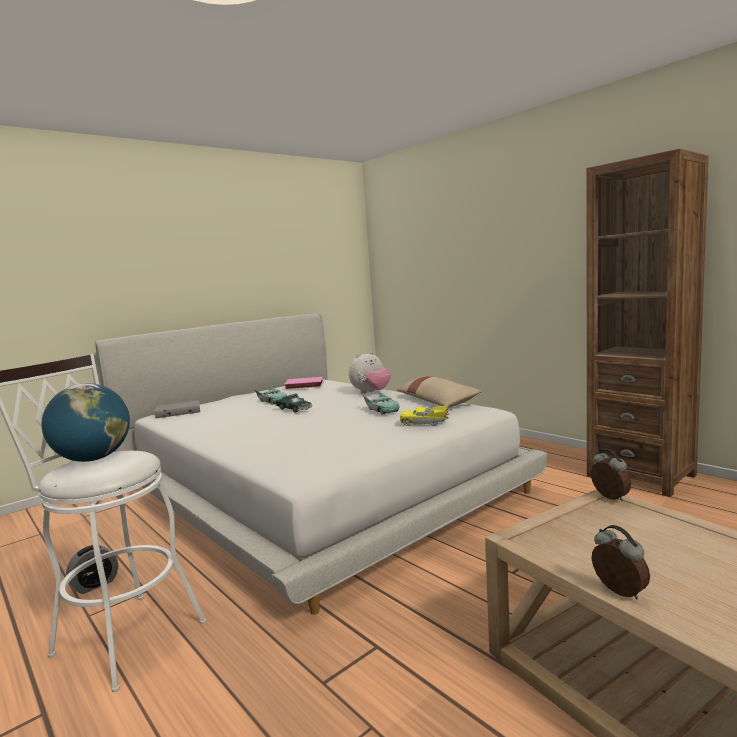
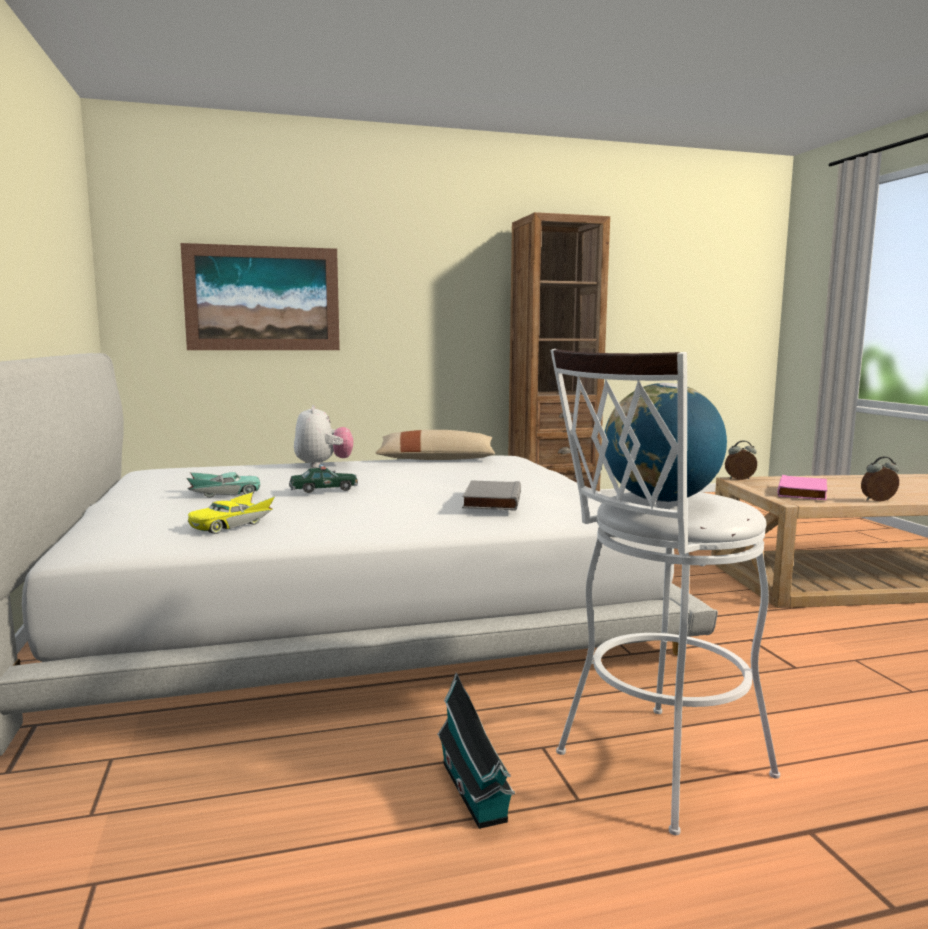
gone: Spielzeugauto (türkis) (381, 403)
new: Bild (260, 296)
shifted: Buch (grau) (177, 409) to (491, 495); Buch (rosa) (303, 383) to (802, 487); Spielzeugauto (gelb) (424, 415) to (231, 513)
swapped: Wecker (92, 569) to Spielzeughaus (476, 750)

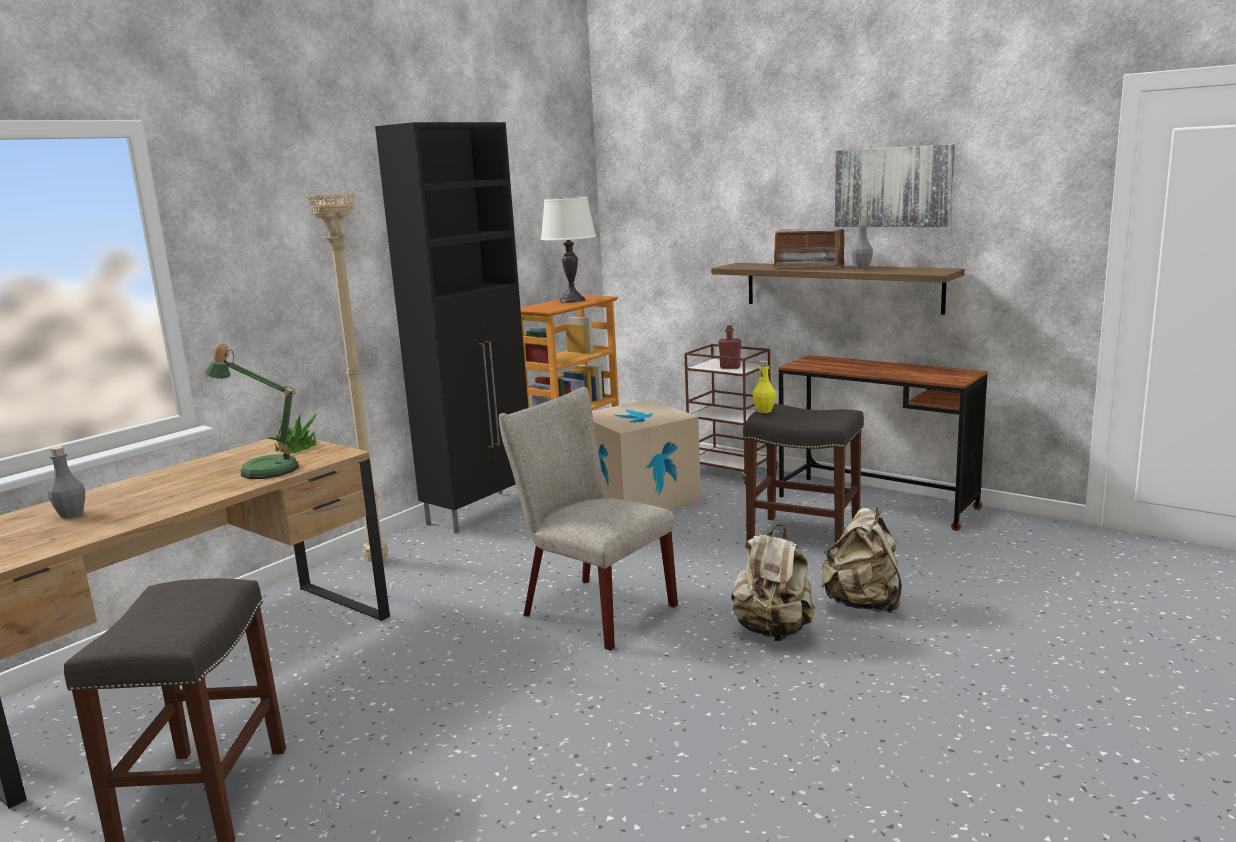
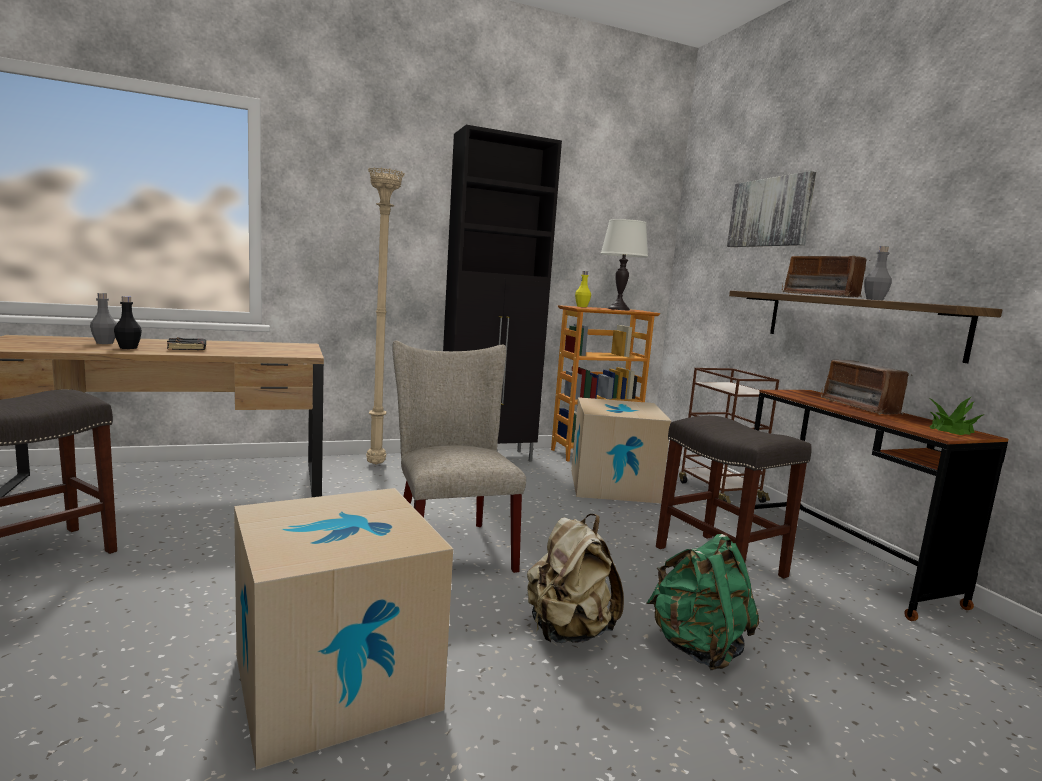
gone: Tischlampe (252, 411); Flasche (rot) (729, 347)
new: Flasche (schwarz) (128, 322); Buch (schwarz) (186, 343); Karton (343, 629); Radio (866, 387)
shifted: Topfpflanze (292, 433) to (957, 416); Flasche (gelb) (764, 387) to (583, 289); Bild (895, 185) to (771, 209)
repainted: Rucksack (beige) (861, 560) to Rucksack (grün) (702, 602)

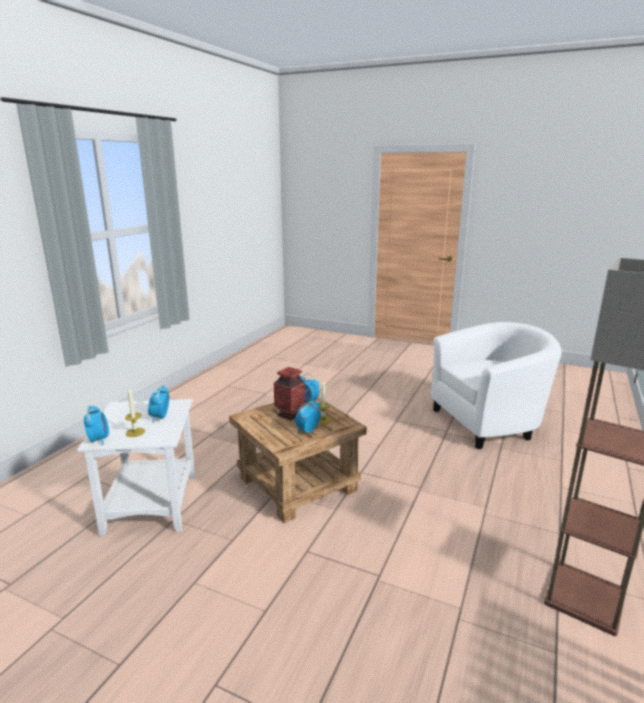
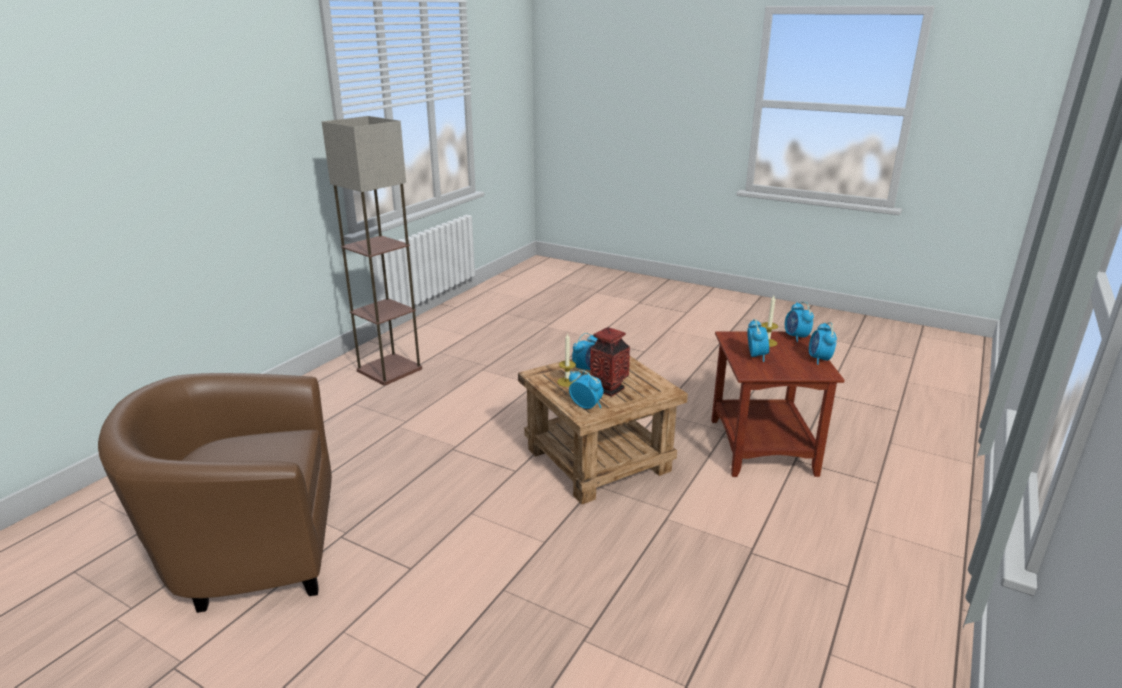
new: Wecker (823, 343)
repainted: Beistelltisch (weiß) (136, 468) to Beistelltisch (braun) (778, 404); Sessel (weiß) (496, 385) to Sessel (braun) (215, 493)

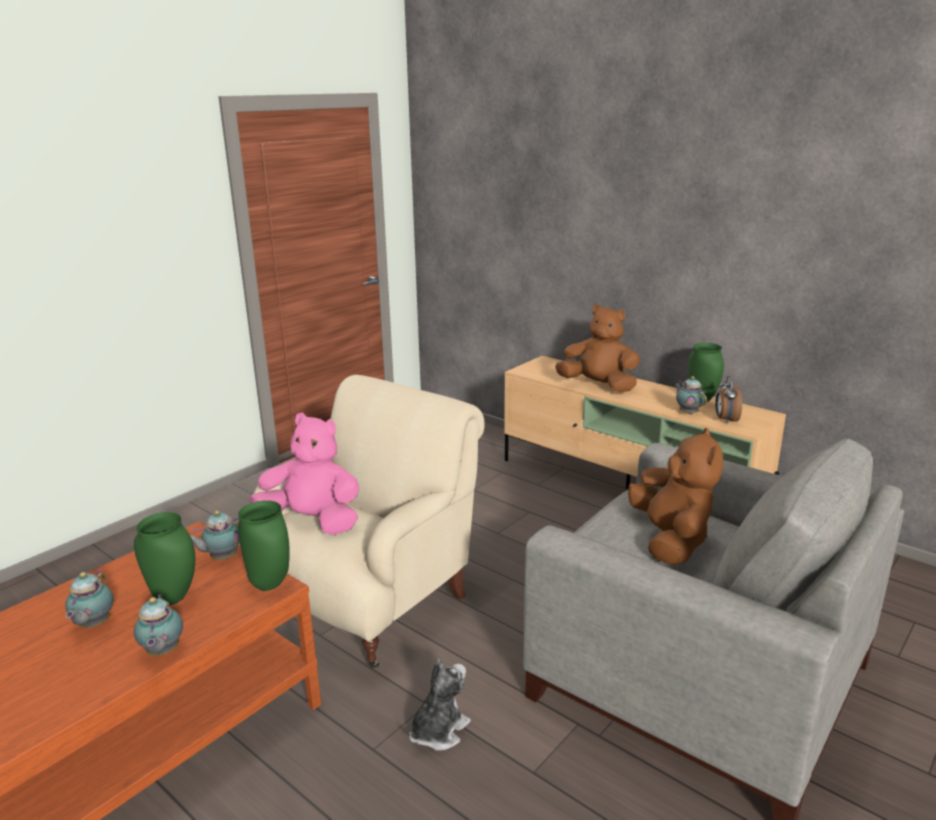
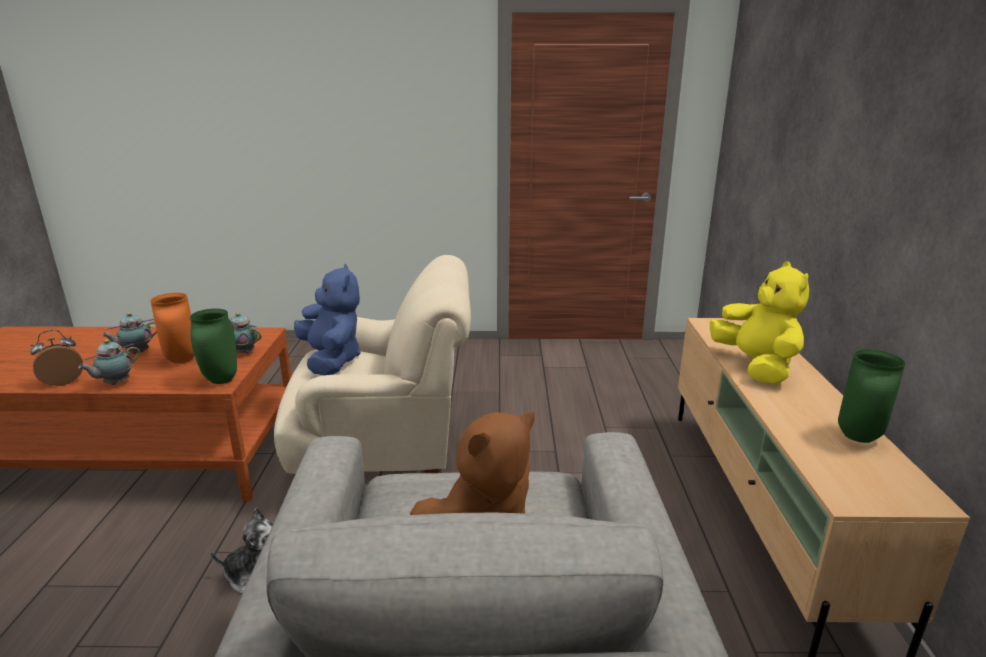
gone: Teekanne (690, 395)
shifted: Wecker (728, 400) to (56, 358)
repainted: Vase (grün) (164, 558) to Vase (orange) (172, 328); Plüschtier (rosa) (304, 474) to Plüschtier (blau) (327, 319); Plüschtier (braun) (597, 348) to Plüschtier (gelb) (759, 323)

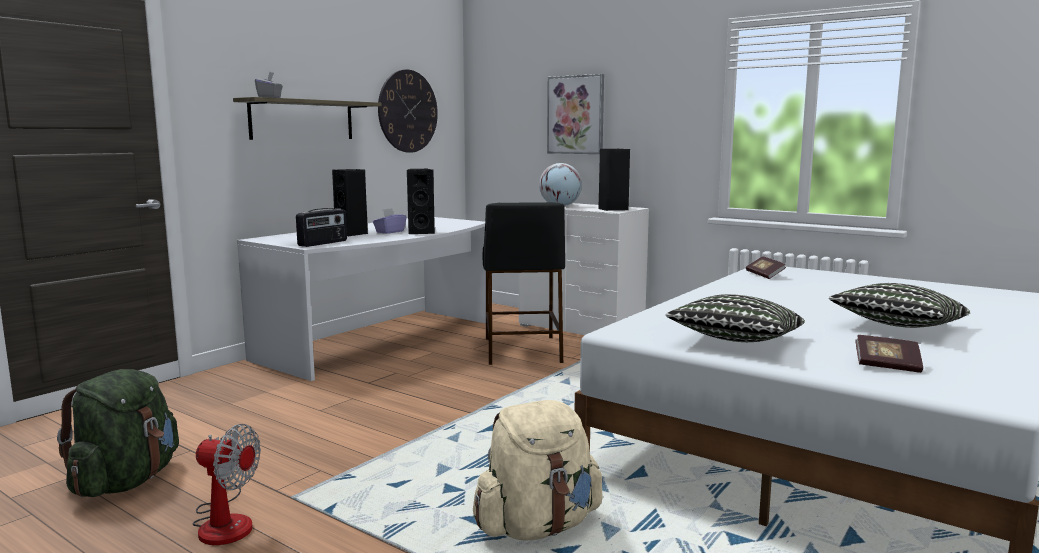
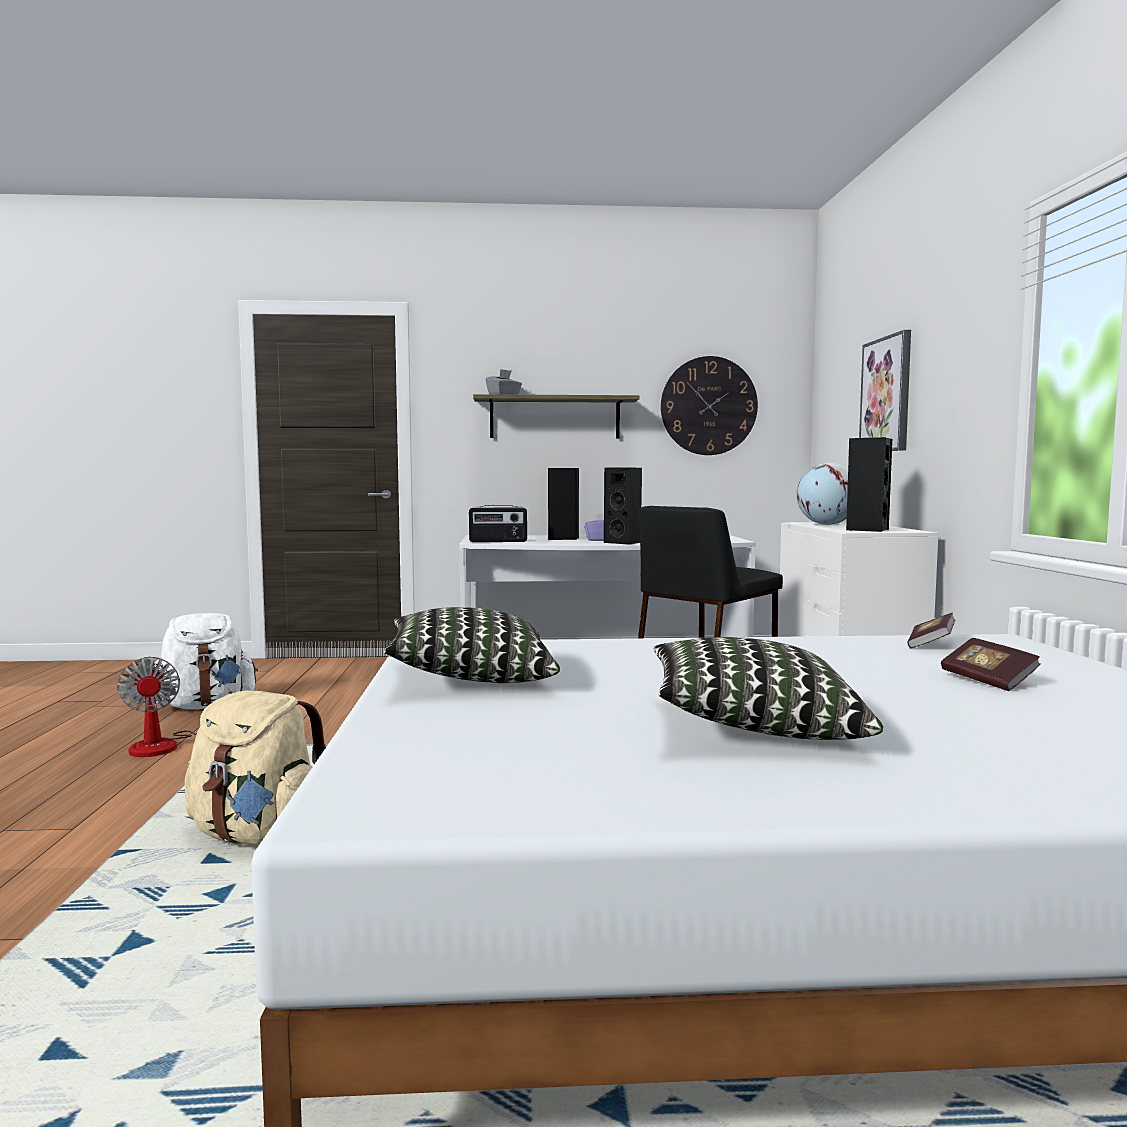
shifted: Buch (889, 354) to (990, 664)
repainted: Rucksack (grün) (118, 433) to Rucksack (weiß) (206, 661)

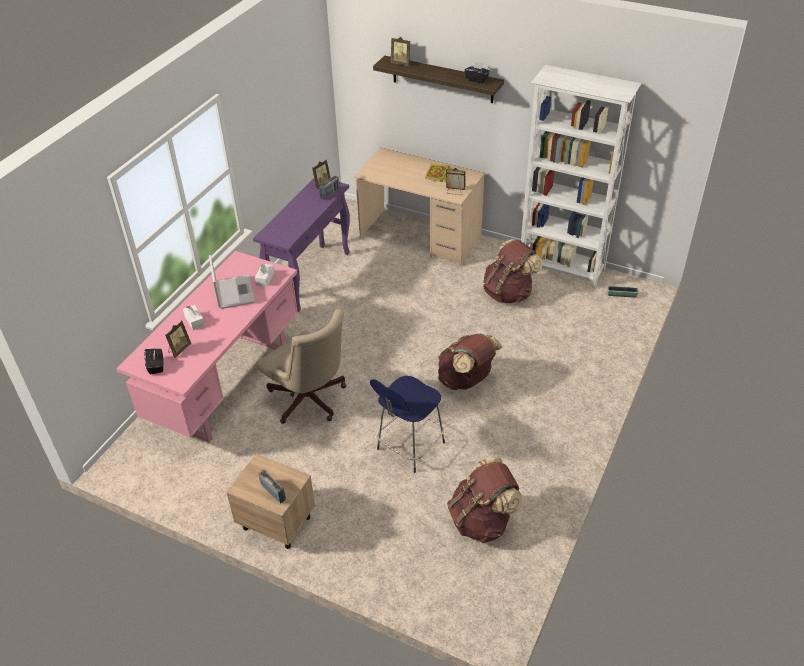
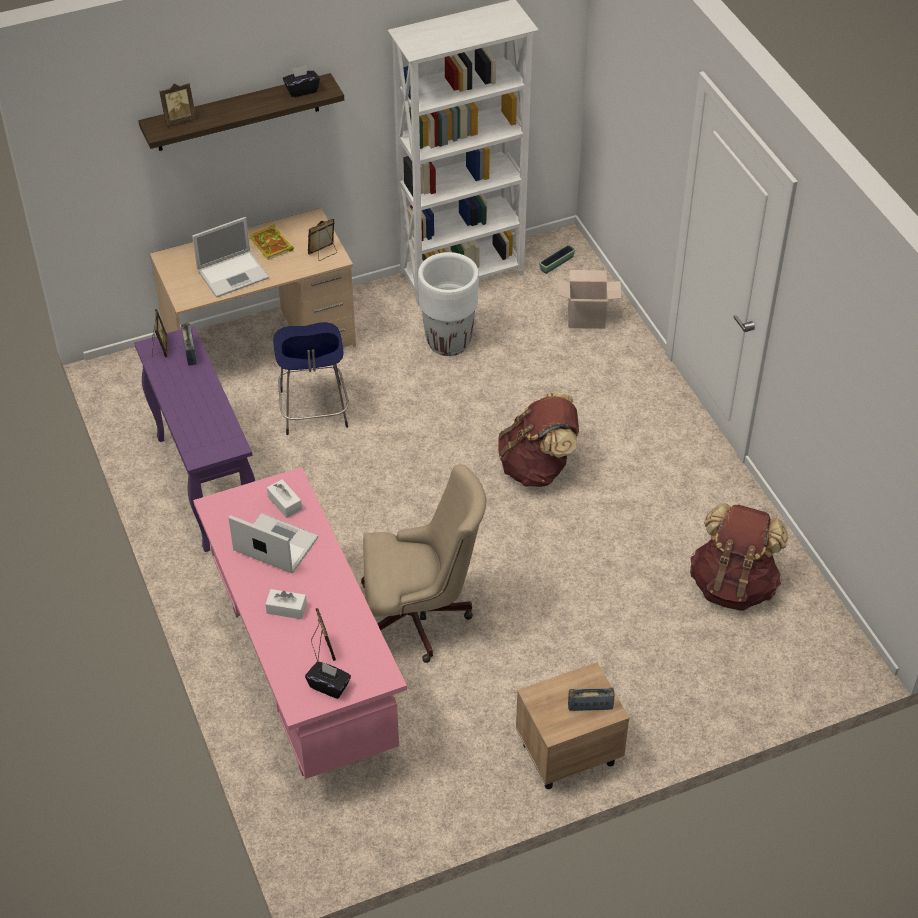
new: Laptop (230, 257); Karton (589, 299)
shifted: Hocker (blau) (407, 424) to (311, 378)
swapped: Rucksack (braun) (513, 271) to Pflanzkübel (weiß) (448, 304)

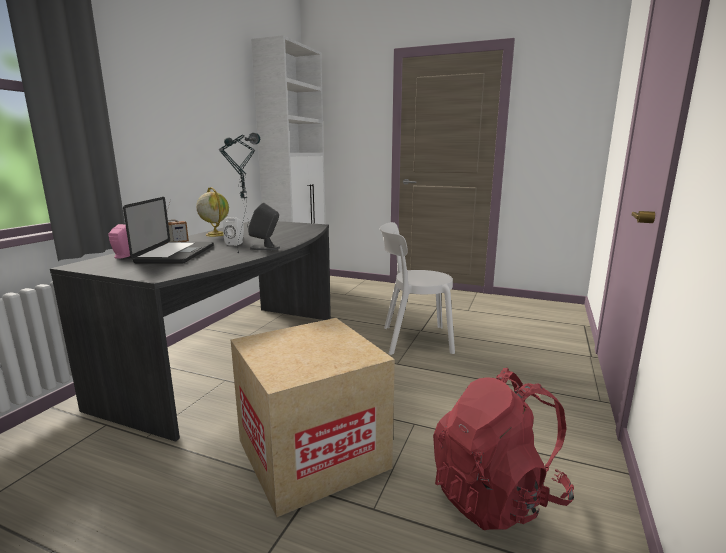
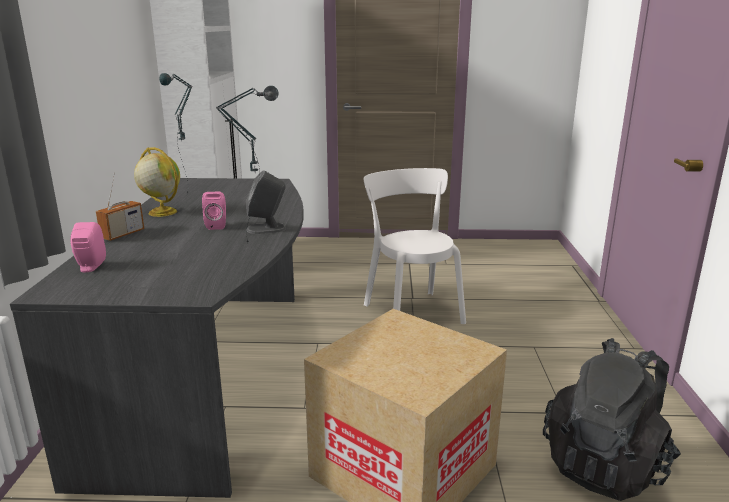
gone: Laptop (168, 230)
repainted: Lautsprecher (weiß) (233, 231) to Lautsprecher (rosa) (214, 211); Rucksack (rot) (503, 449) to Rucksack (schwarz) (612, 419)
rotated: Stuhl (weiß) (417, 288) = (415, 246) 90 degrees clockwise

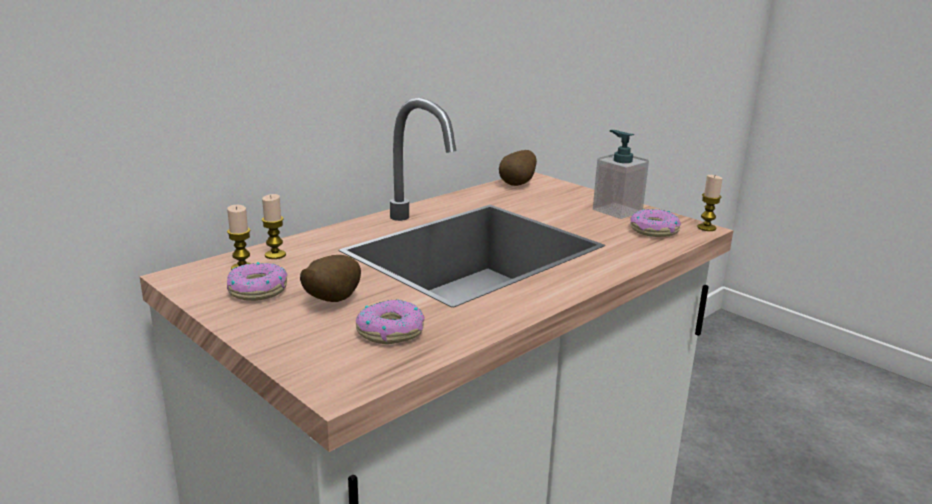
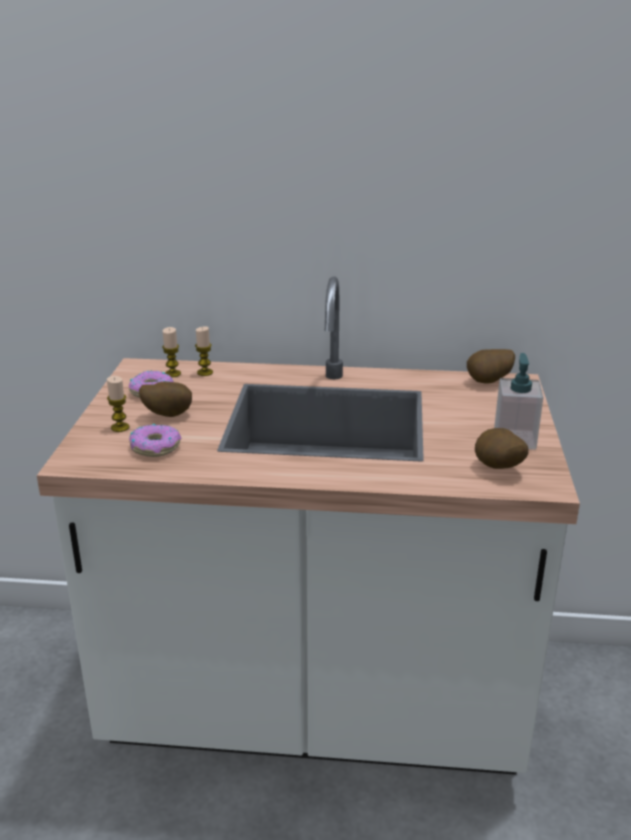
shifted: Kerze (710, 203) to (118, 404)
swapped: Donut (655, 223) to Kartoffel (502, 448)

